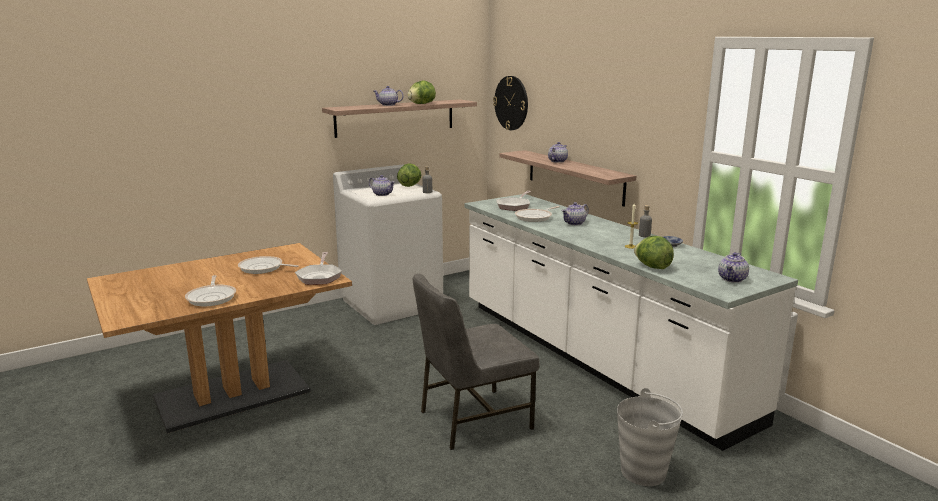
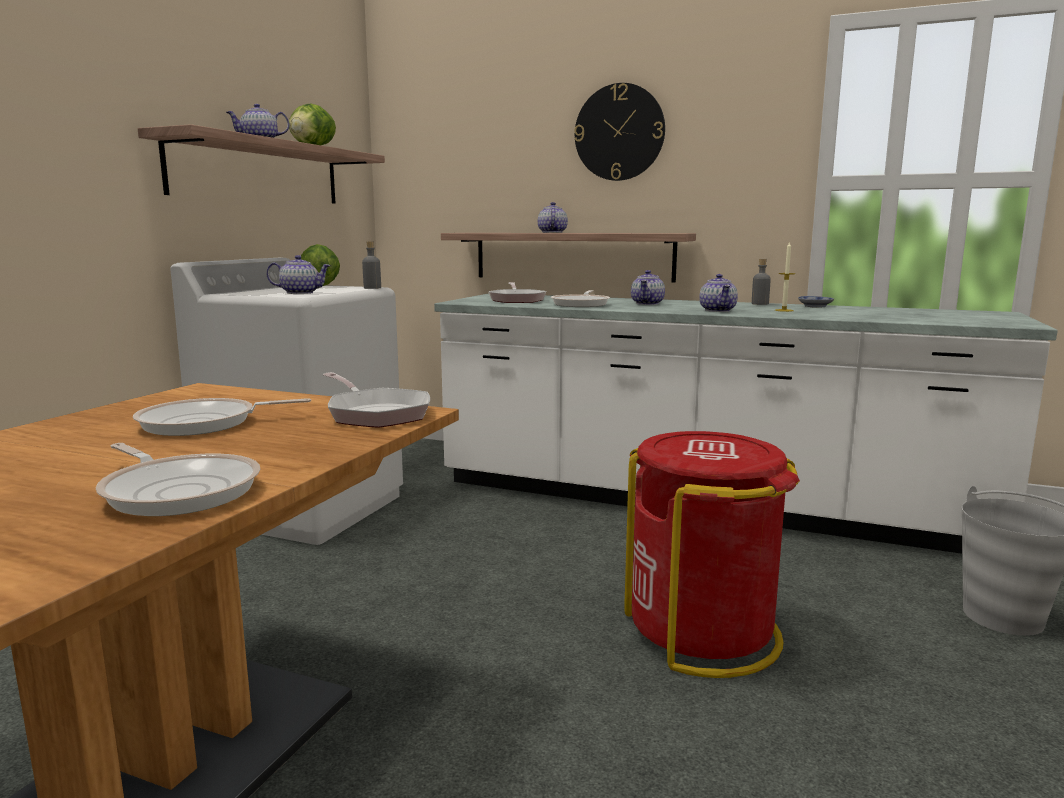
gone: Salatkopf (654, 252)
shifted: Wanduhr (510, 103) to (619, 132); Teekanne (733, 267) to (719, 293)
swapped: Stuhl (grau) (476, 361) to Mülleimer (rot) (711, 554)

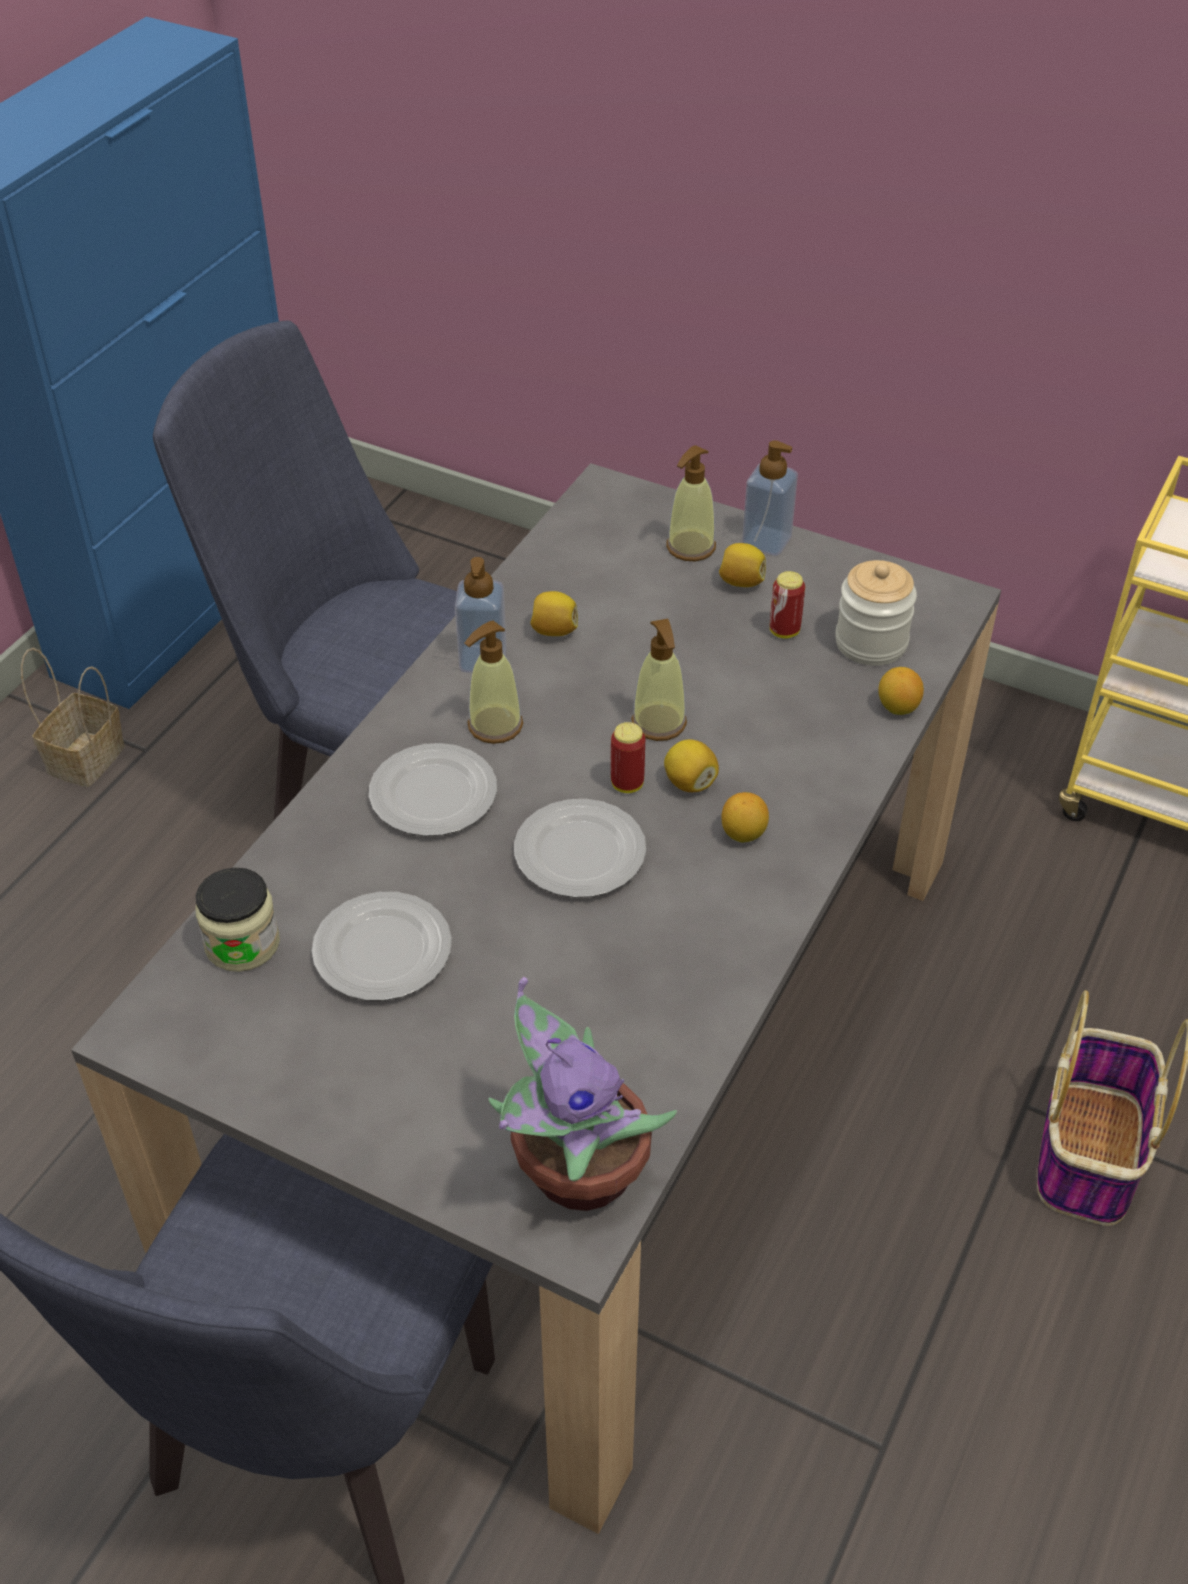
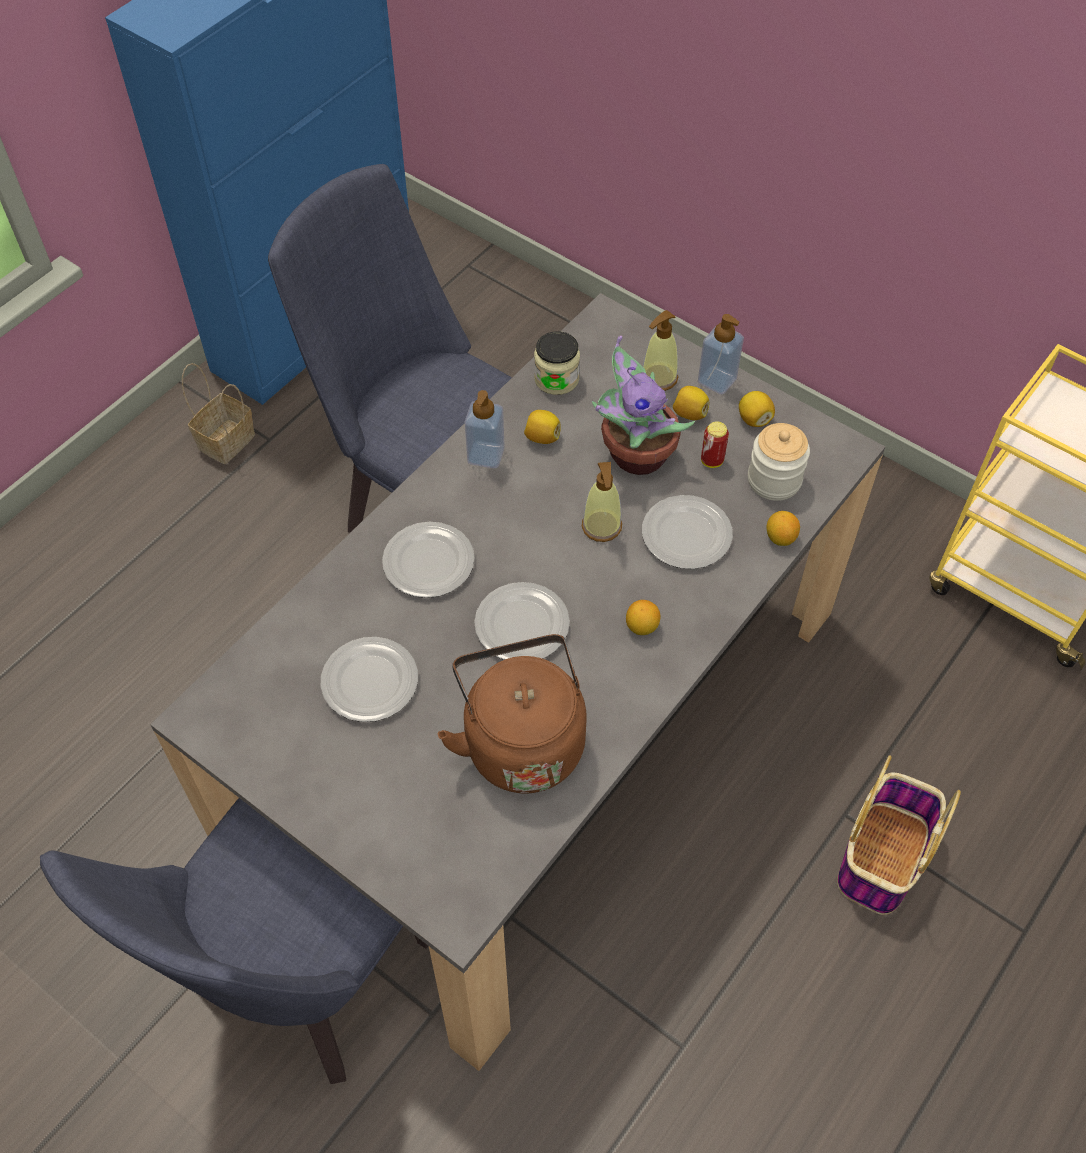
gone: Seifenspender (494, 682); Dose (628, 757)
new: Wasserkessel (braun) (512, 713); Teller (687, 532)
shifted: Vorratsglas (237, 919) to (557, 363); Topfpflanze (582, 1094) to (643, 405); Zitrone (691, 765) to (757, 409)

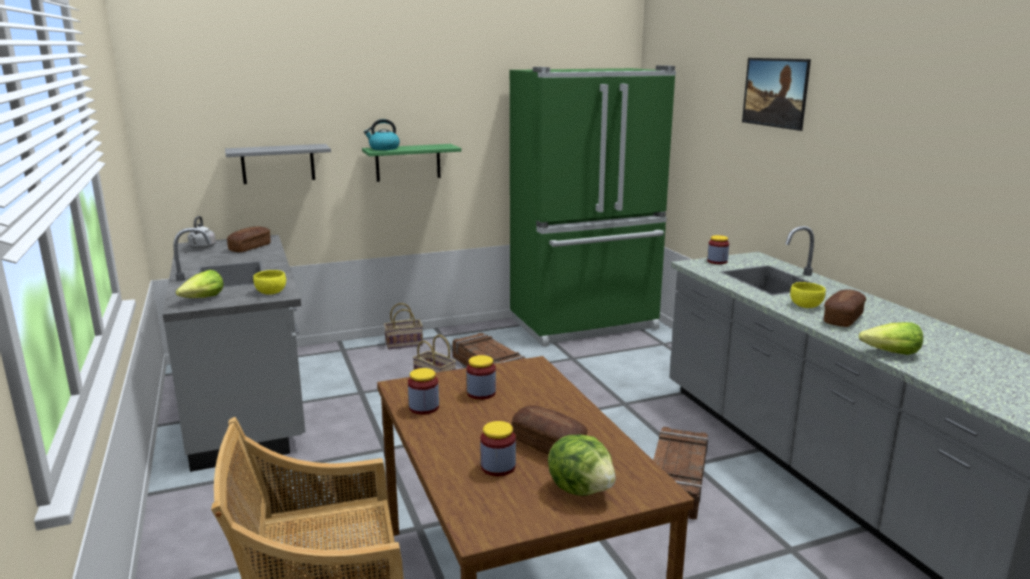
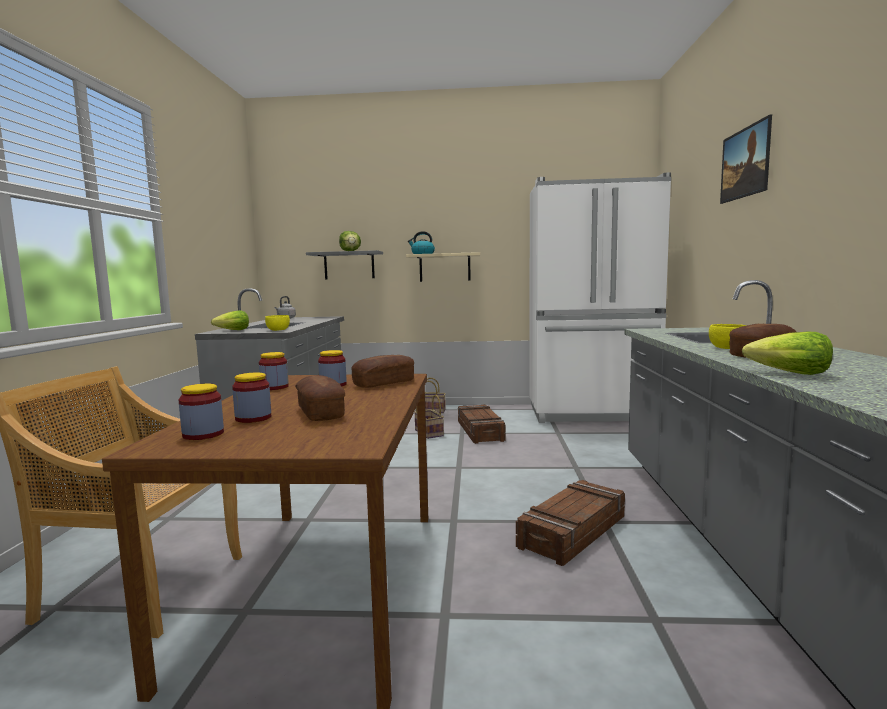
shifted: Brot (249, 239) to (382, 371); Salatkopf (582, 465) to (350, 241); Vorratsglas (718, 249) to (201, 412)
repainted: Wandregal (grün) (411, 163) to Wandregal (beige) (443, 267); Kühlschrank (grün) (593, 206) to Kühlschrank (weiß) (600, 297)

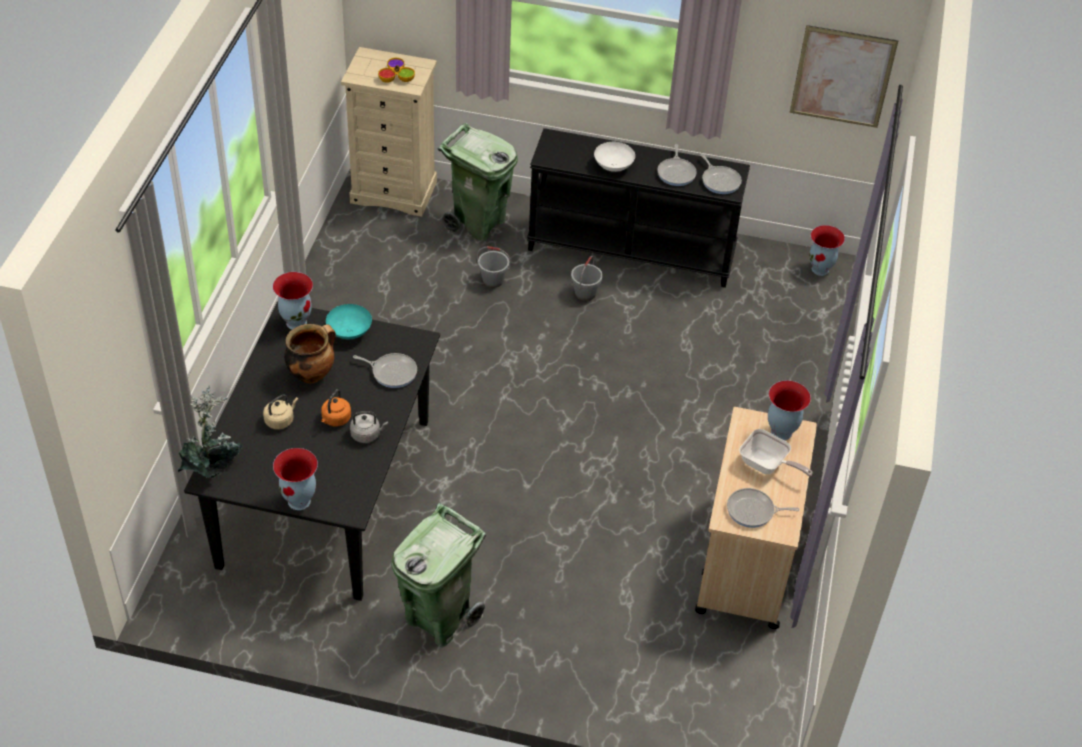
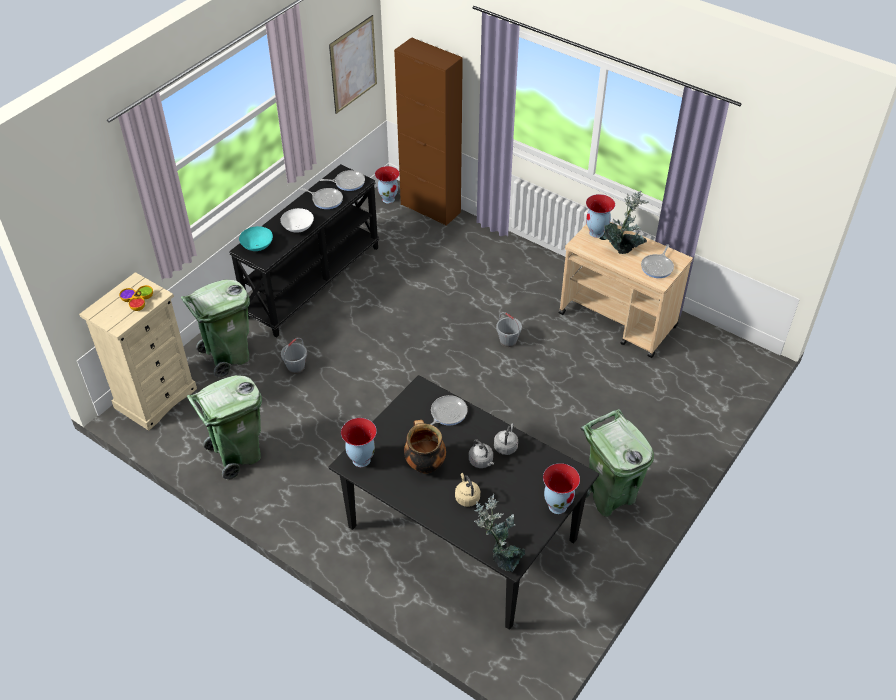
new: Mülleimer (grün) (224, 428); Schrank (braun) (428, 131)
shifted: Schüssel (türkis) (349, 321) to (256, 238); Eimer (grau) (587, 278) to (509, 329)
swapped: Pfanne (776, 453) to Topfpflanze (624, 222)
repainted: Wasserkessel (orange) (336, 407) to Wasserkessel (grau) (481, 453)

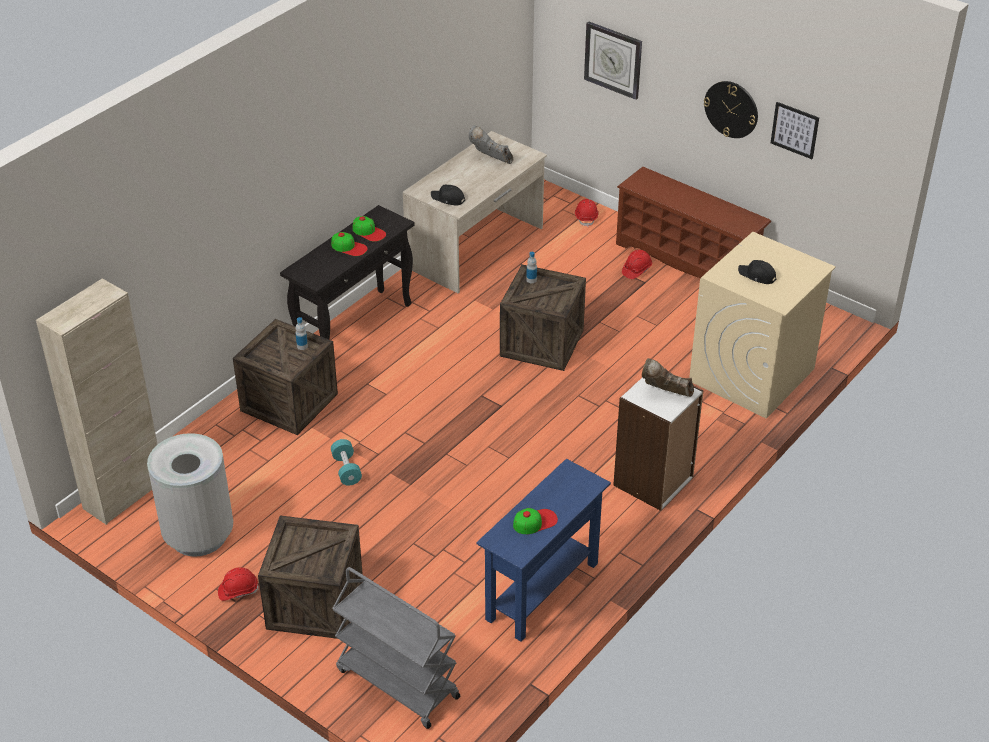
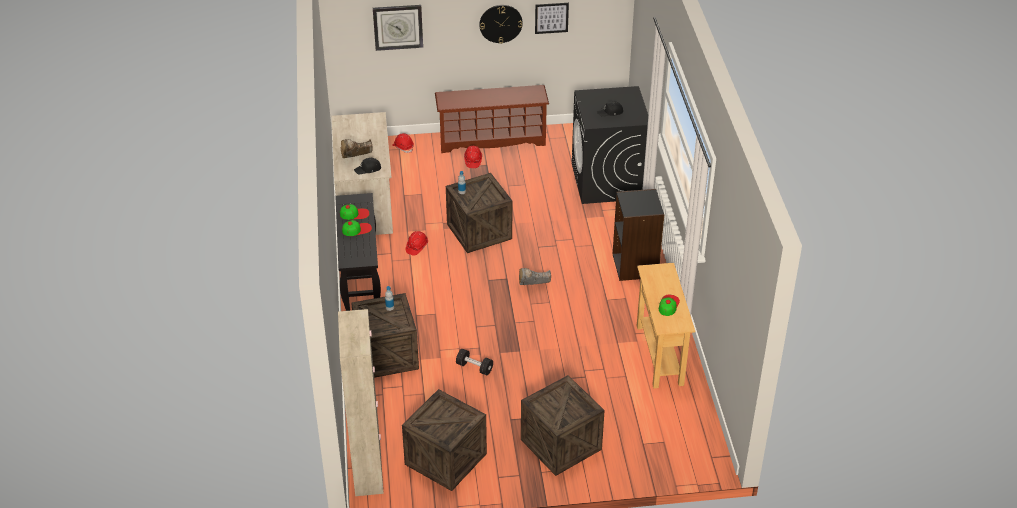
gone: Rollwagen (grau) (396, 648)
shifted: Schutzhelm (rot) (238, 584) to (417, 243); Stiefel (grau) (491, 144) to (535, 276); Stiefel (braun) (668, 377) to (356, 148)
swapped: Mülleimer (grau) (190, 495) to Kiste (444, 440)
repainted: Hantel (türkis) (346, 462) to Hantel (schwarz) (474, 362); Konsolentisch (blau) (543, 550) to Konsolentisch (beige) (666, 325); Bücherregal (weiß) (658, 444) to Bücherregal (schwarz) (638, 235); Waschmaschine (beige) (762, 325) to Waschmaschine (schwarz) (610, 145)

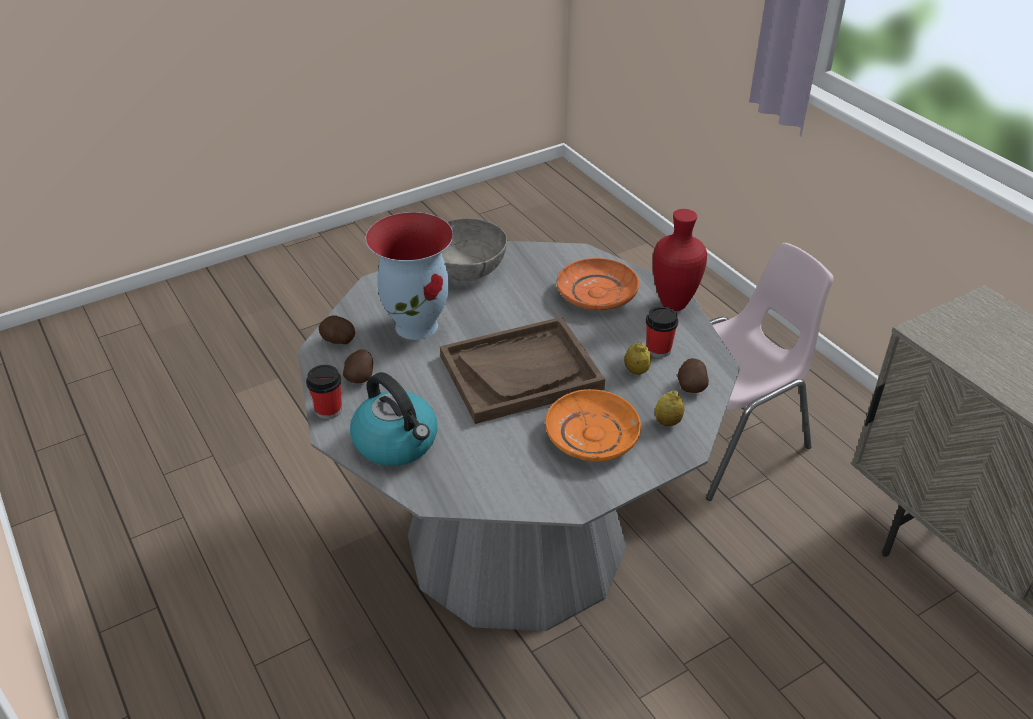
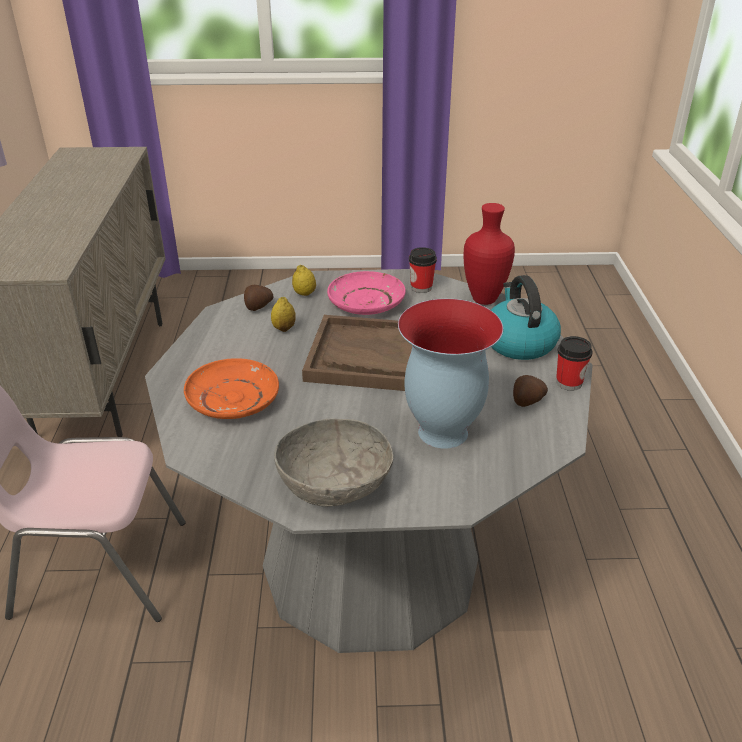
gone: Kartoffel (337, 329)
shifted: Tasse (662, 332) to (423, 270); Vase (rot) (680, 260) to (489, 254)
repainted: Teller (orange) (593, 425) to Teller (rosa) (366, 293)

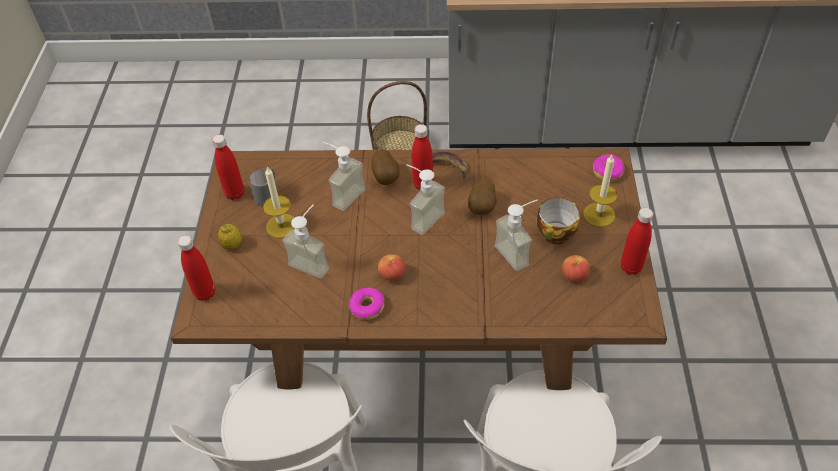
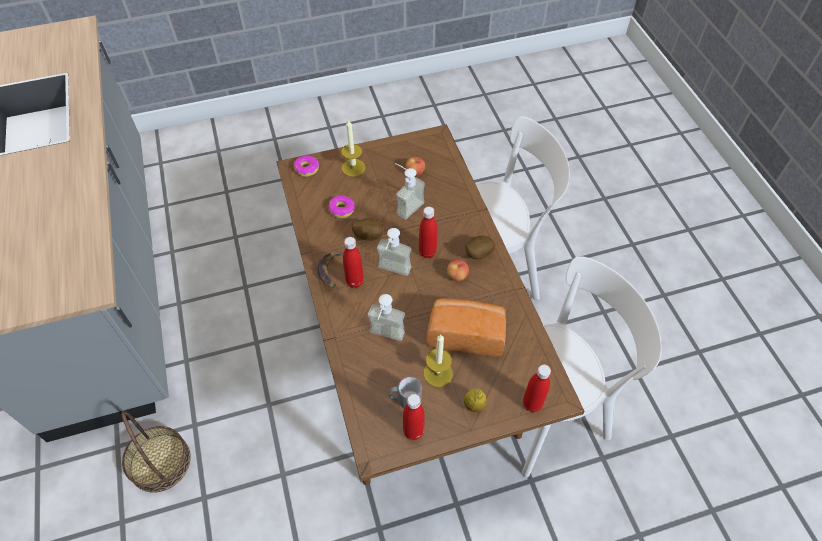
gone: Tasse (558, 220)
shifted: Donut (366, 304) to (342, 206); Kartoffel (385, 167) to (480, 247); Flasche (rot) (637, 241) to (428, 232)
swapped: Seifenspender (306, 241) to Brot (466, 327)

